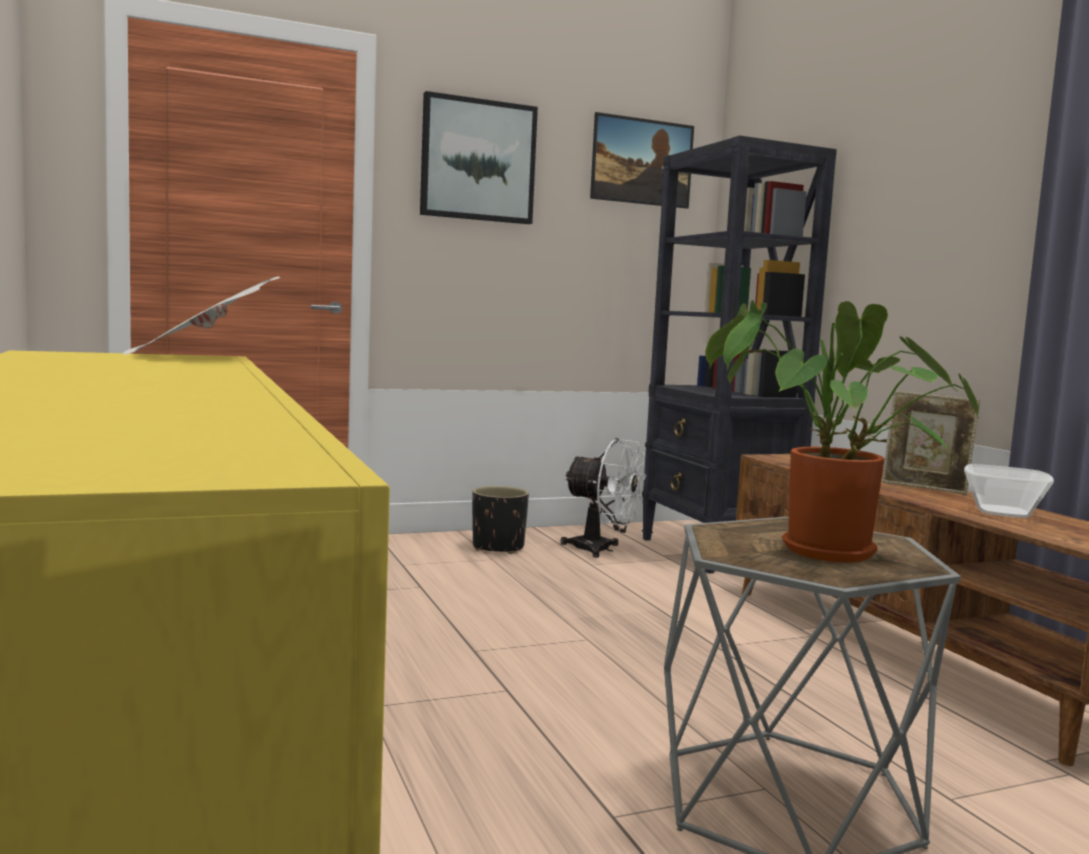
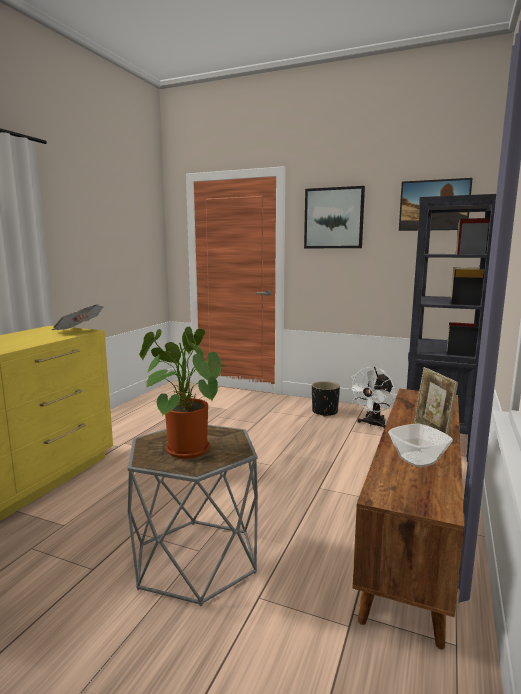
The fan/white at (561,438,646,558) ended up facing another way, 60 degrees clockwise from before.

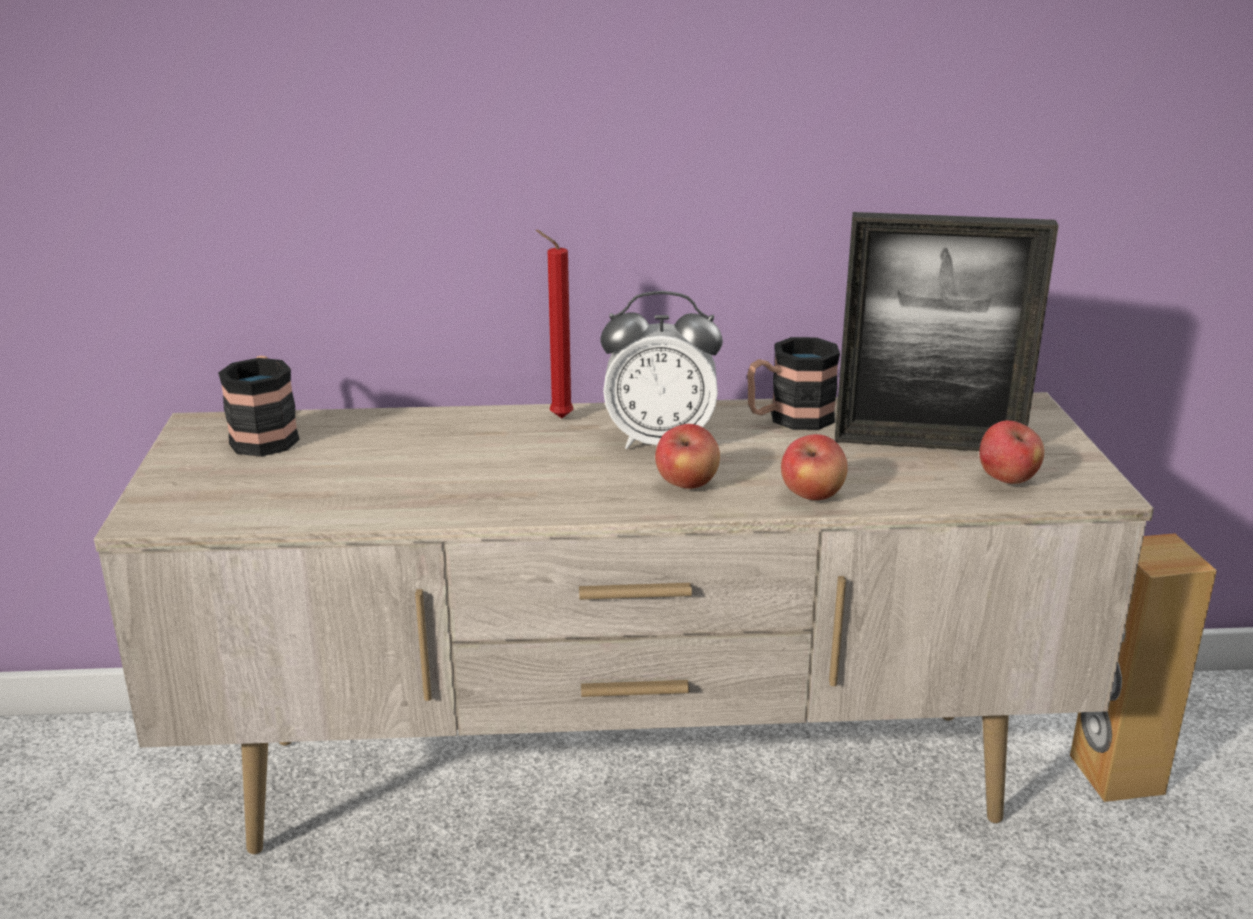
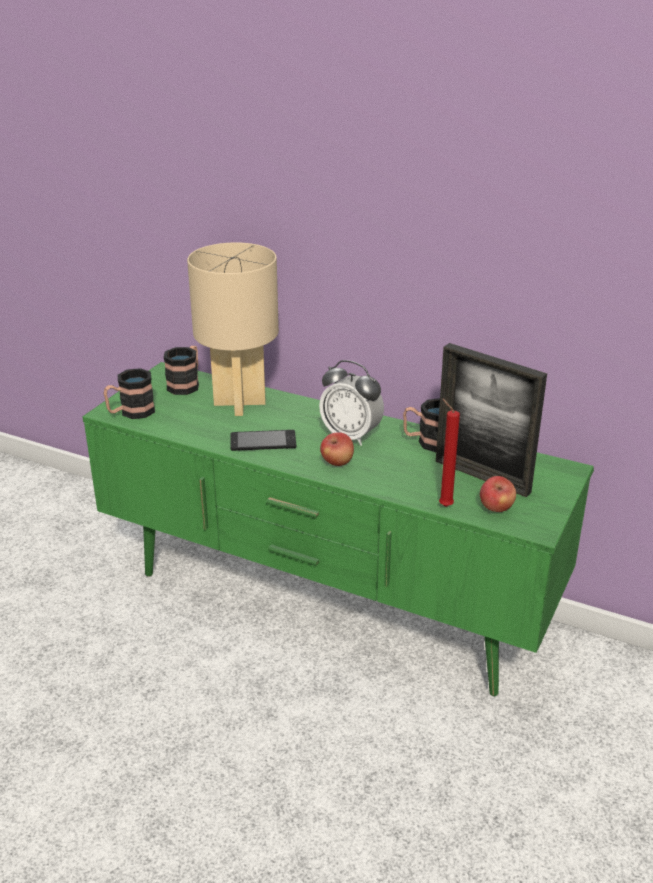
What was the tv stand/beige at (94,392,1154,854) turned into the tv stand/green at (82,362,594,696). The candle/red ended up elsewhere, having gone from (536,230,574,418) to (439,399,460,507). The second view lost the apple at (781,434,848,500). The second view lost the speaker/brown at (1070,533,1217,802). The second view gained the mug at (103,368,155,419). The second view gained the table lamp/beige at (187,242,279,416). The second view gained the phone at (230,430,296,451).

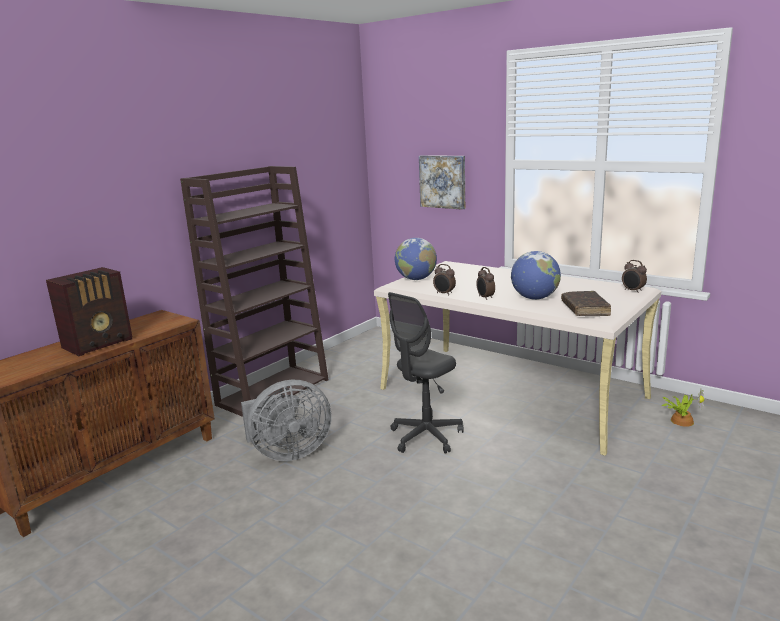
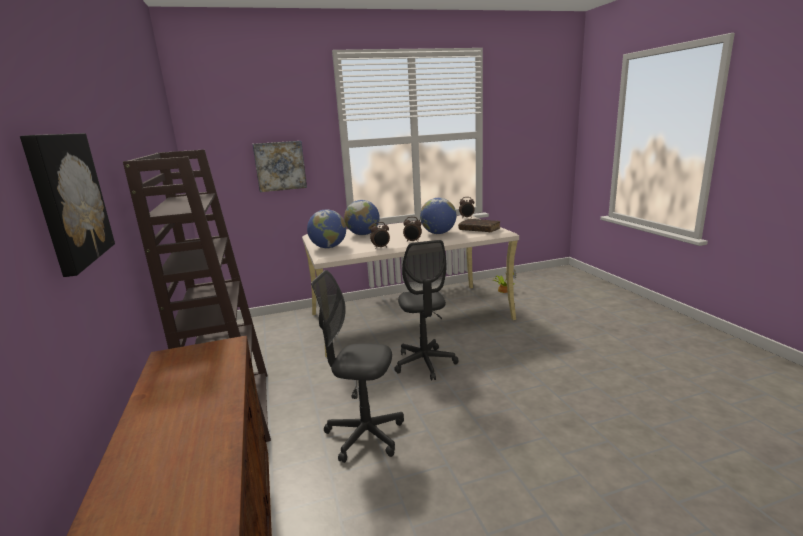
The second view lost the radio at (46,267,133,356). Where the fan/grey stood at (241,380,332,461), the office chair/grey came to stand at (311,270,404,463). The second view gained the picture at (20,133,115,277). The second view gained the globe at (344,200,380,235).

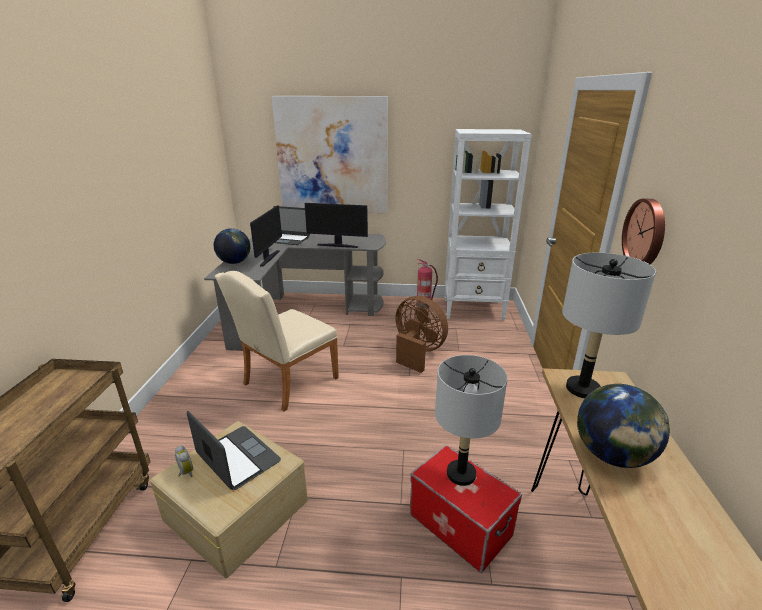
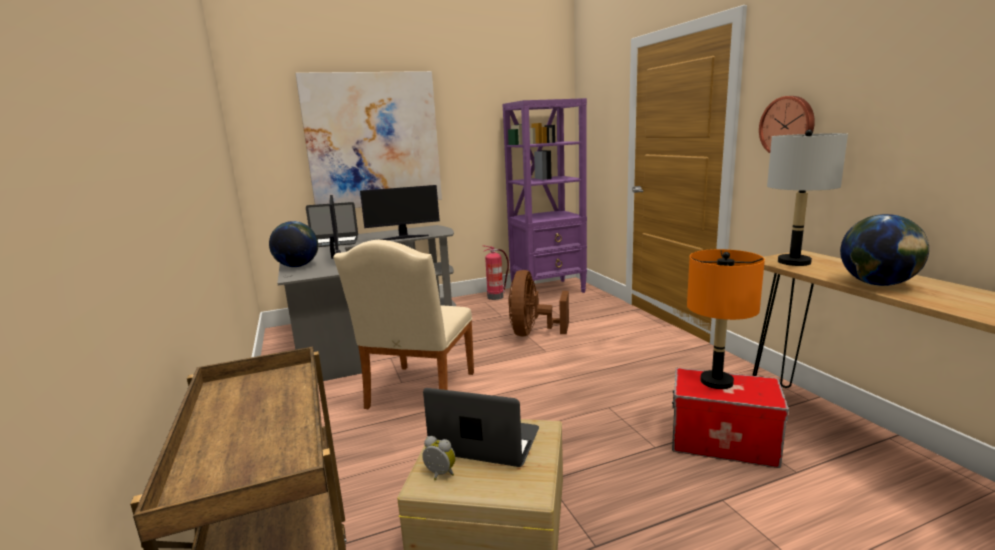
The fan/brown at (395,296,448,373) ended up facing another way, 90 degrees counterclockwise from before. What was the table lamp/grey at (435,355,508,486) turned into the table lamp/orange at (687,249,765,389). What was the bookcase/white at (445,129,532,321) turned into the bookcase/purple at (503,98,587,293).

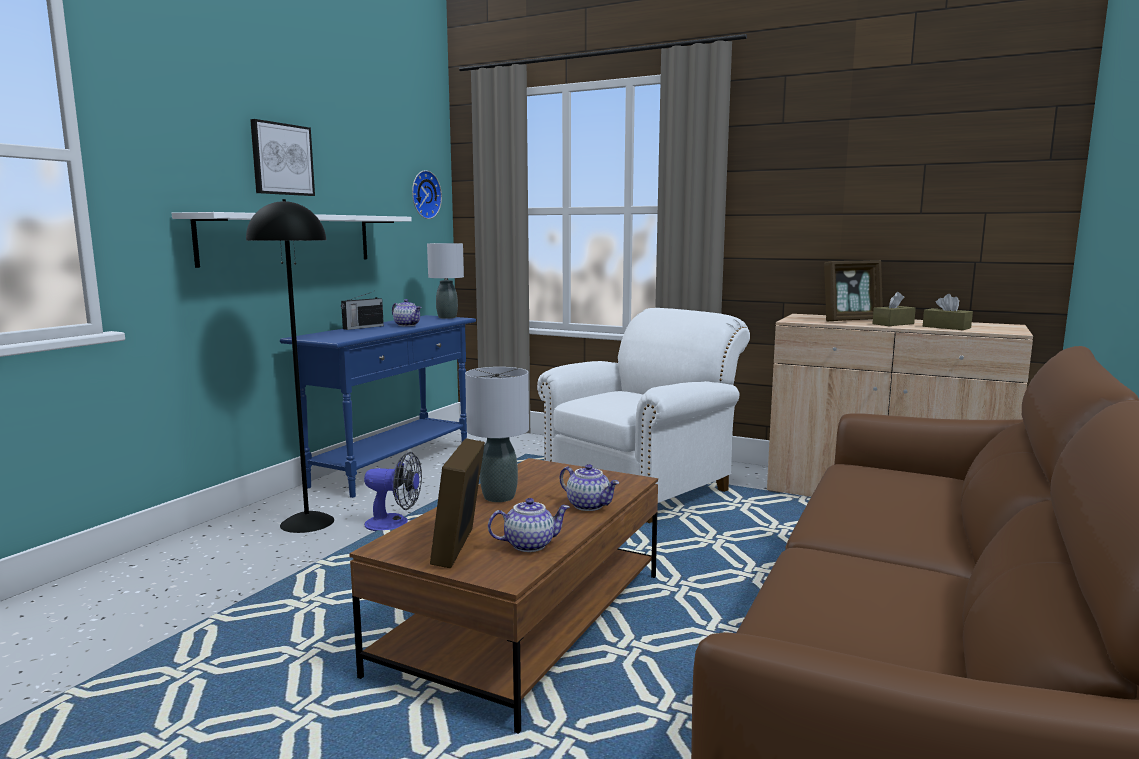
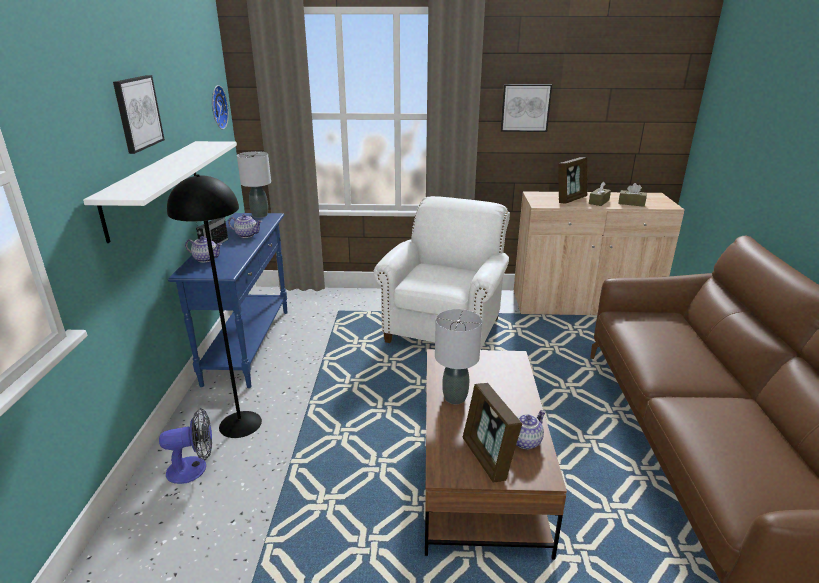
The fan ended up elsewhere, having gone from (364,452,422,531) to (159,408,212,484). The teapot ended up elsewhere, having gone from (559,464,619,511) to (185,236,222,262). The second view gained the picture at (501,84,552,132).

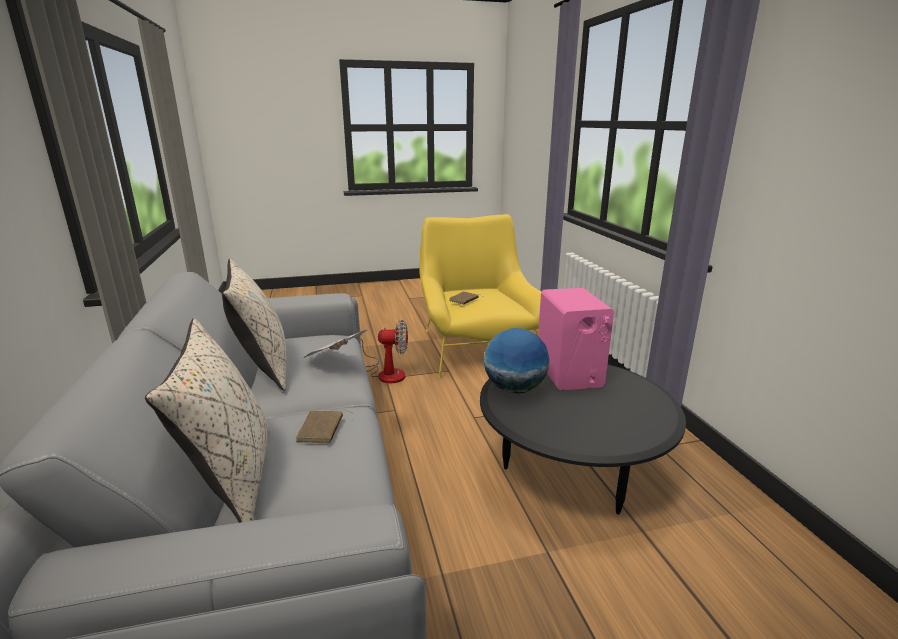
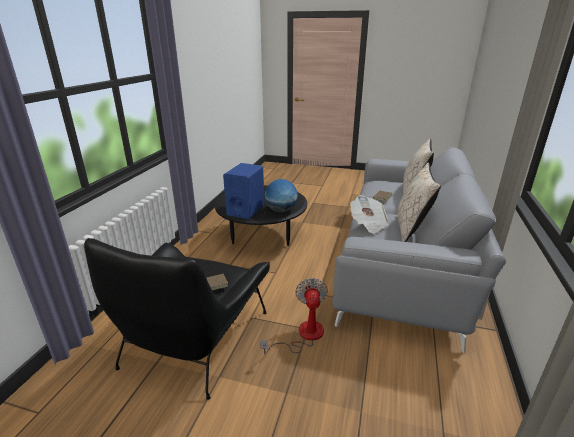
The fan at (360,320,408,383) ended up facing another way, 60 degrees clockwise from before. What was the armchair/yellow at (419,214,541,378) turned into the armchair/black at (84,238,270,400). What was the speaker/pink at (538,288,614,390) turned into the speaker/blue at (223,163,264,219).

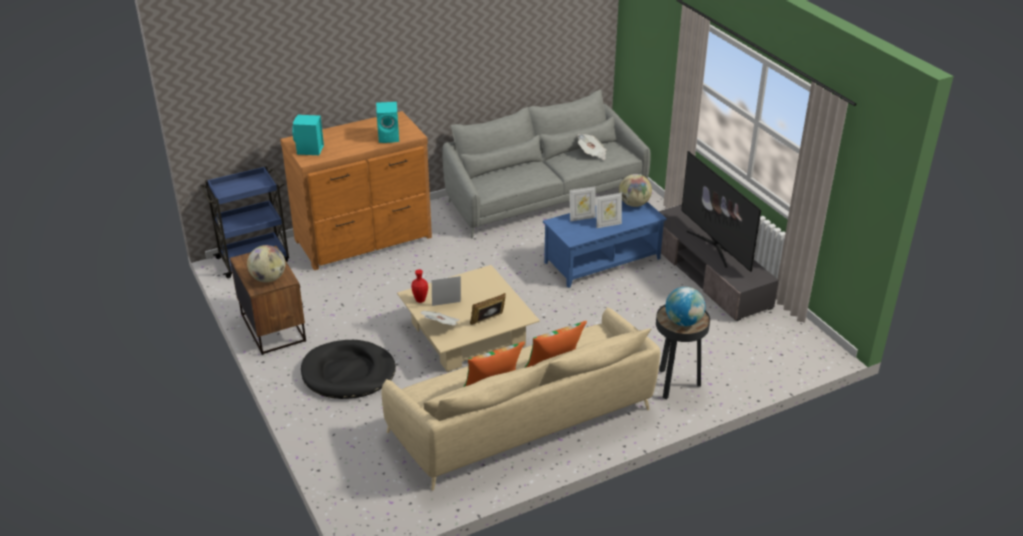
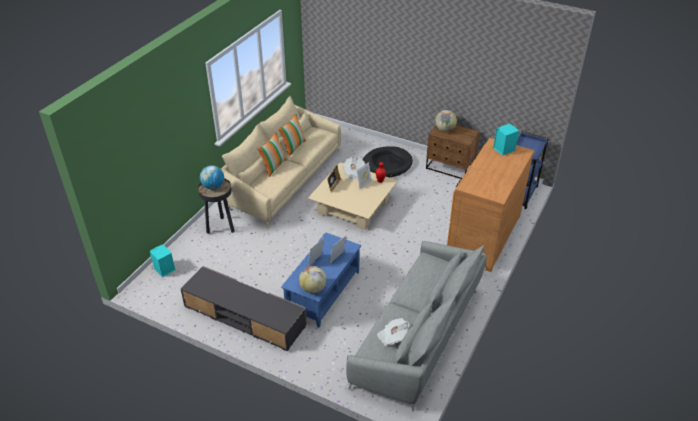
The speaker/turquoise ended up elsewhere, having gone from (376,102,399,143) to (150,245,175,277). The second view lost the television at (682,151,761,272).

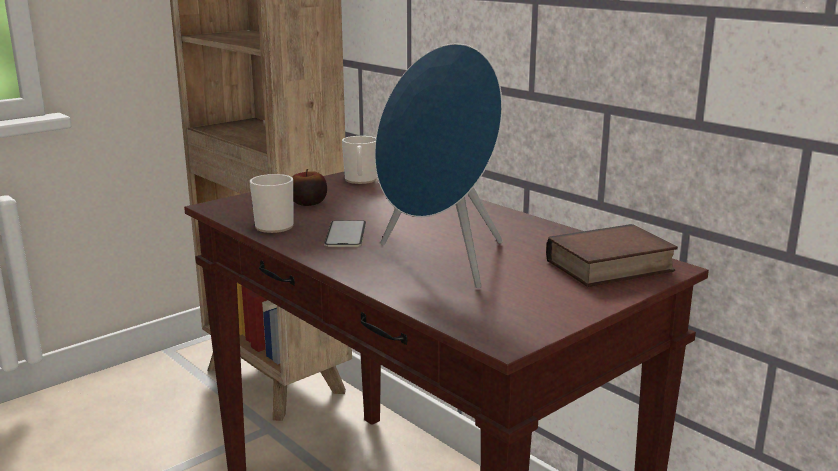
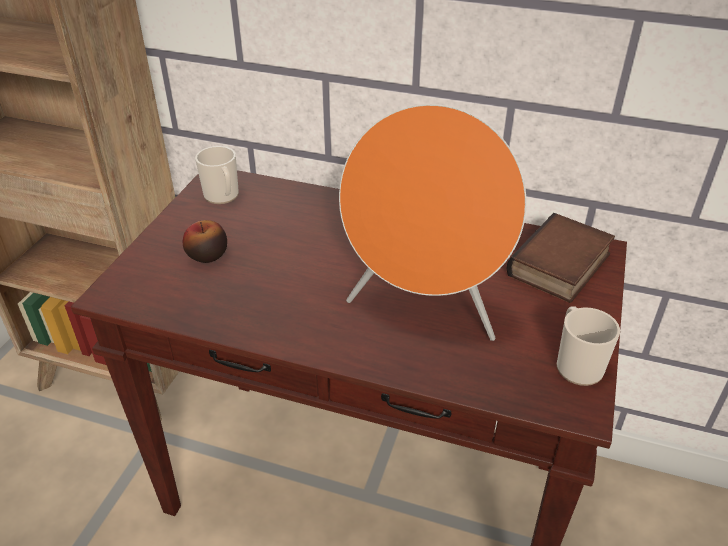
The mug ended up elsewhere, having gone from (250,174,293,233) to (556,306,620,386). The second view lost the phone at (324,220,366,247). What was the speaker/blue at (375,43,503,288) turned into the speaker/orange at (339,104,527,341).

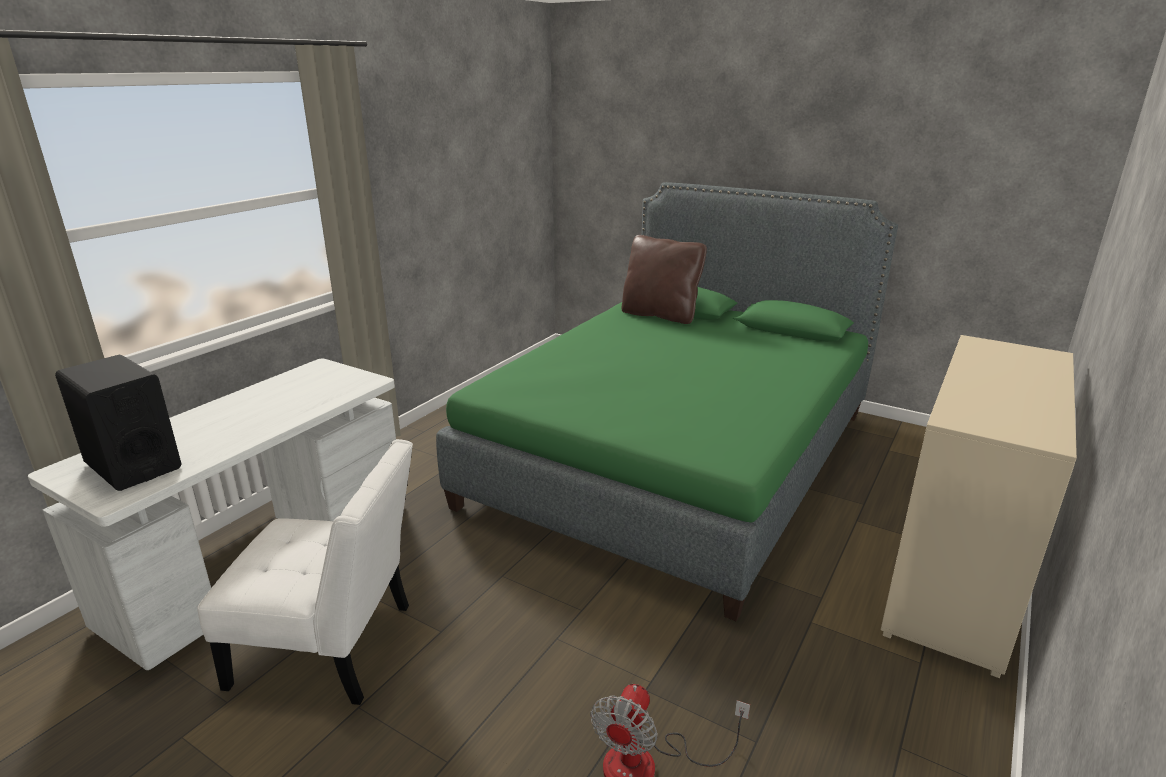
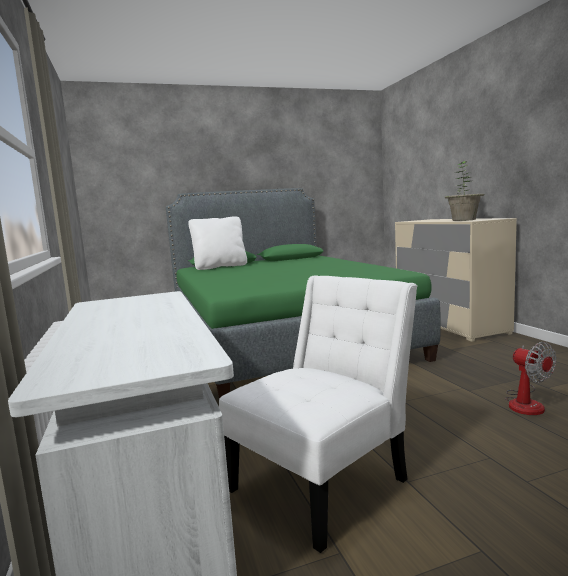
The second view lost the speaker/black at (55,355,181,491). What was the pillow/brown at (621,235,707,324) turned into the pillow/white at (188,216,247,270). The second view gained the potted plant at (444,161,484,221).

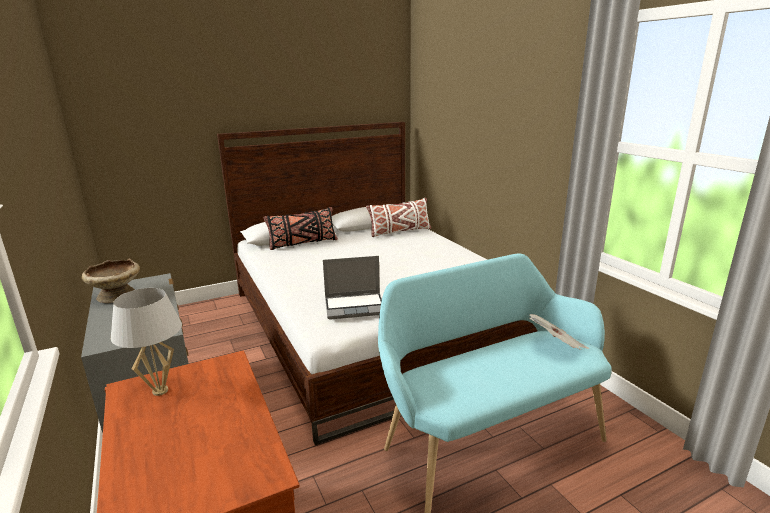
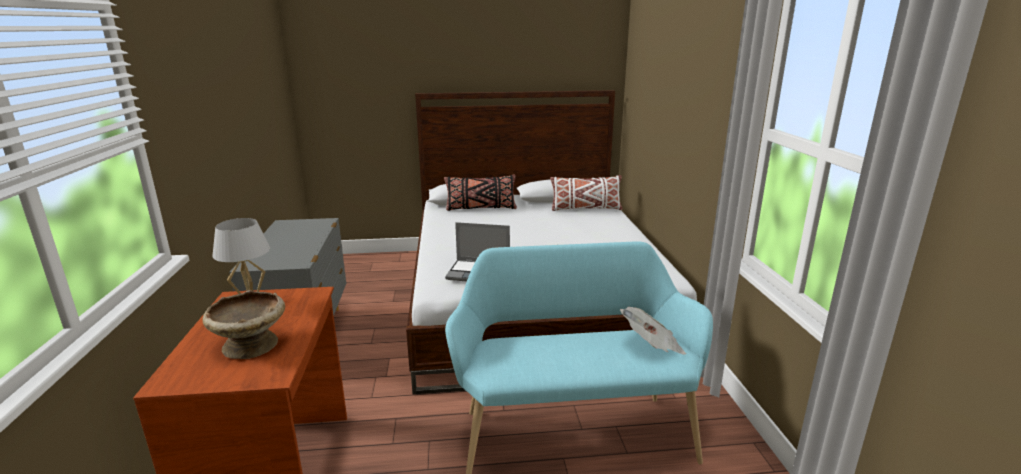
The bowl/beige ended up elsewhere, having gone from (82,259,140,303) to (203,290,285,359).

